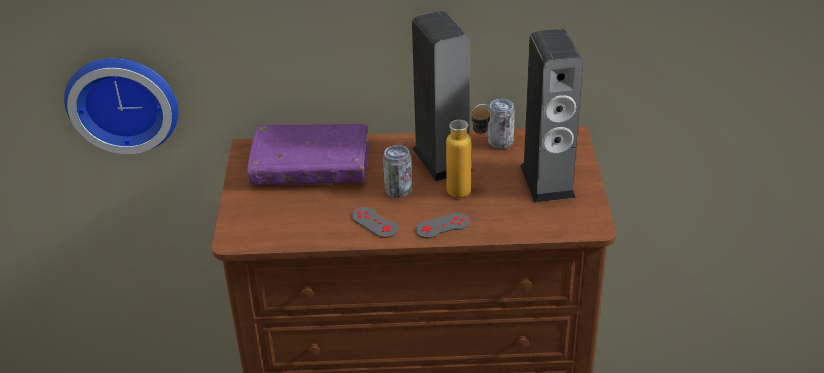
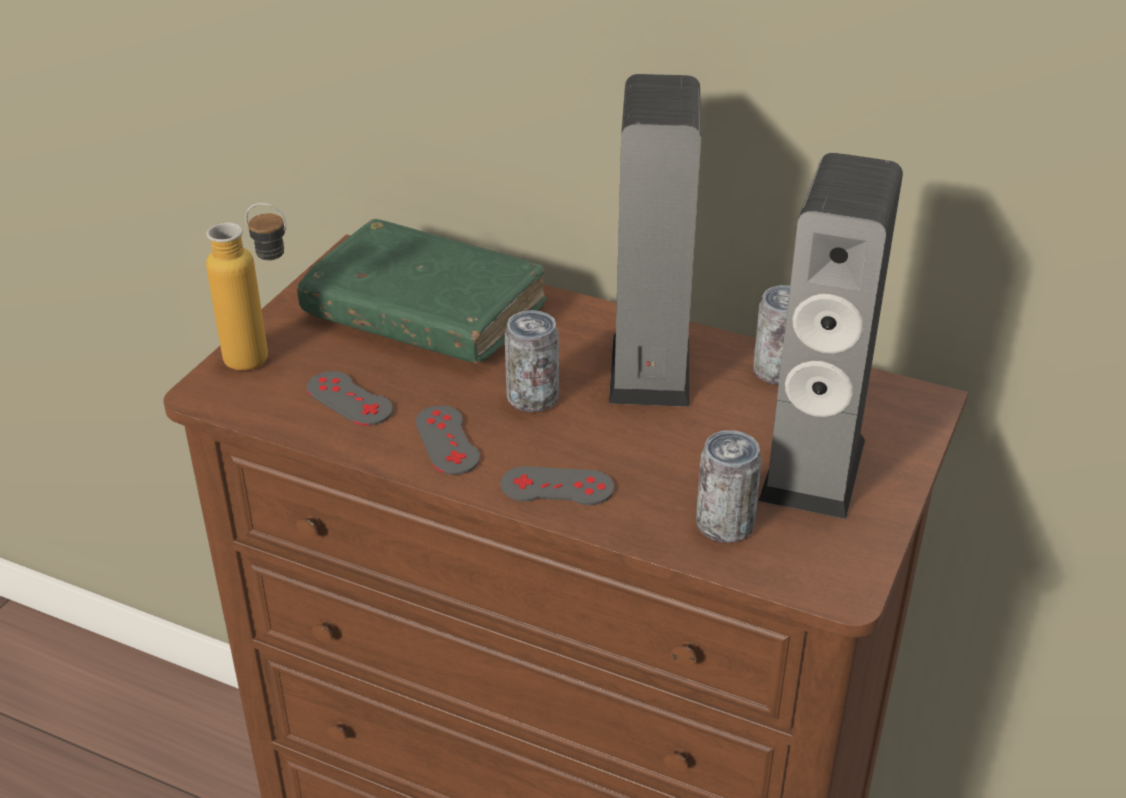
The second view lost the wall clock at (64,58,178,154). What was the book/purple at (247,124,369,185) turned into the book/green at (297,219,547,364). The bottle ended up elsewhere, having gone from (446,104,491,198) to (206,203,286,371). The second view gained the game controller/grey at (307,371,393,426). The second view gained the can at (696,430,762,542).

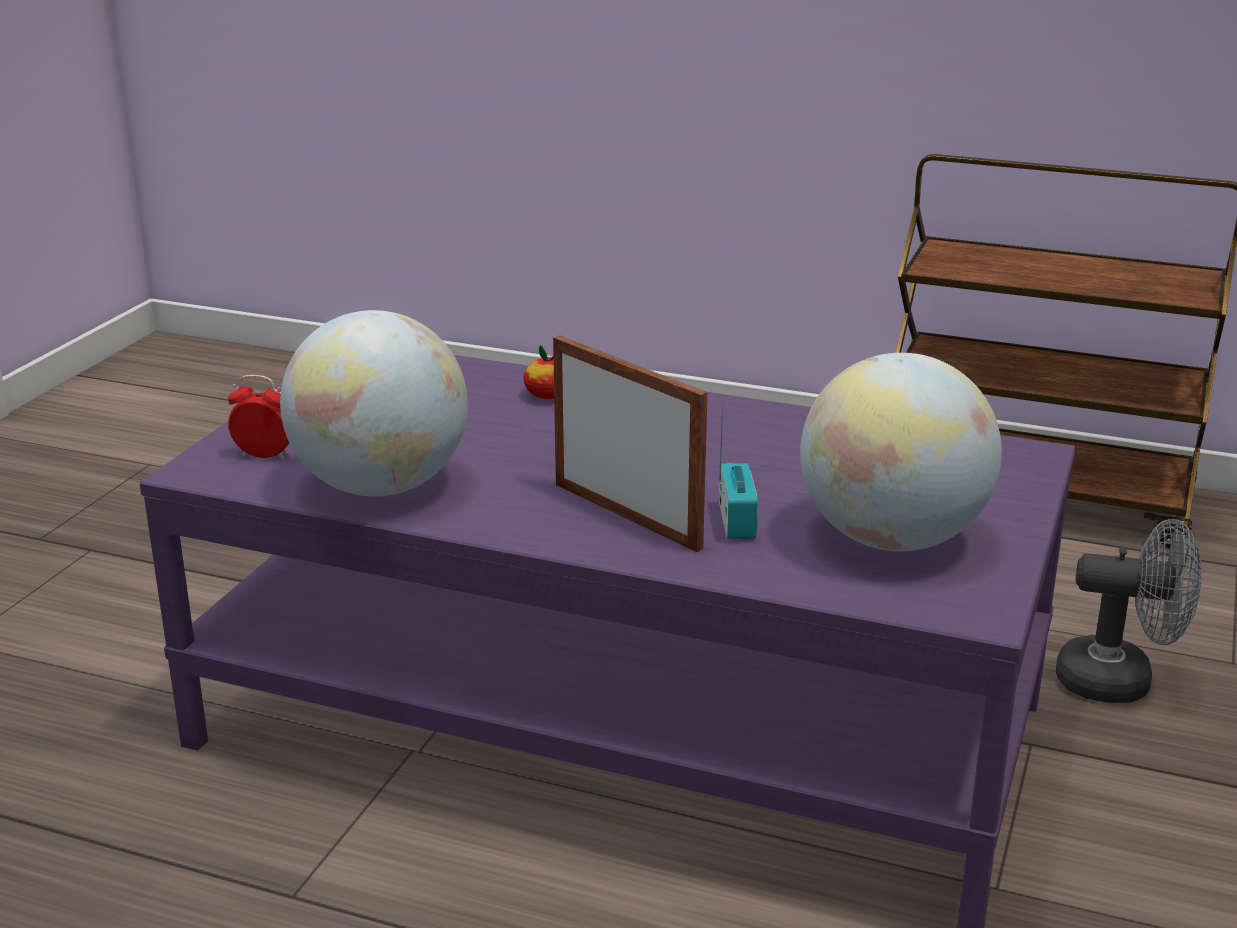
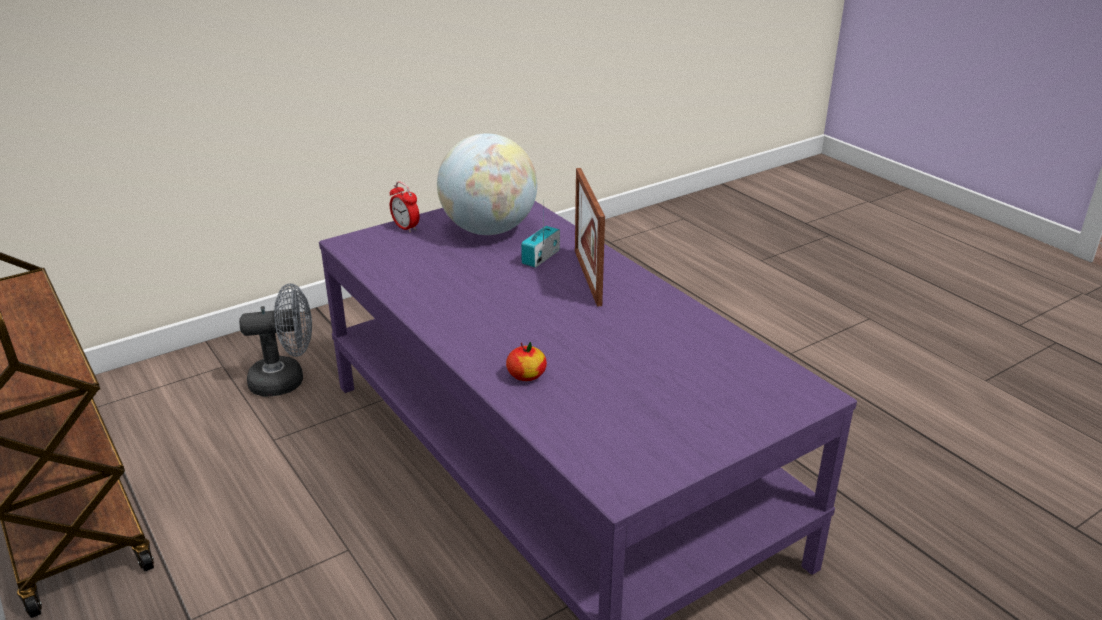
The alarm clock ended up elsewhere, having gone from (228,375,290,460) to (390,182,420,233). The second view lost the globe at (280,310,468,496). The fan/grey at (1056,519,1202,703) ended up facing another way, 120 degrees clockwise from before.

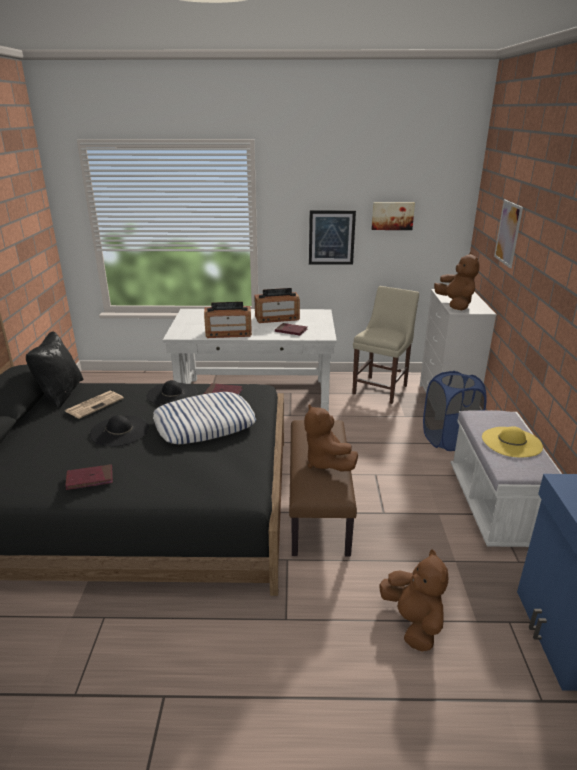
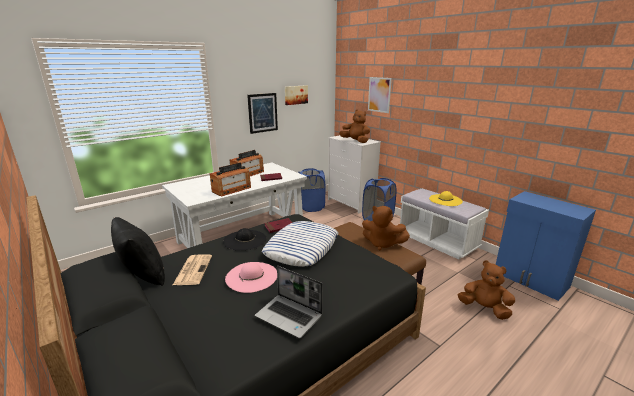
Where the book/red stood at (65,464,113,490), the laptop came to stand at (255,266,323,338). What was the hat/black at (90,415,149,447) turned into the hat/pink at (225,262,277,293). Where the chair/beige stood at (352,286,419,404), the laundry basket/blue came to stand at (298,168,325,212).

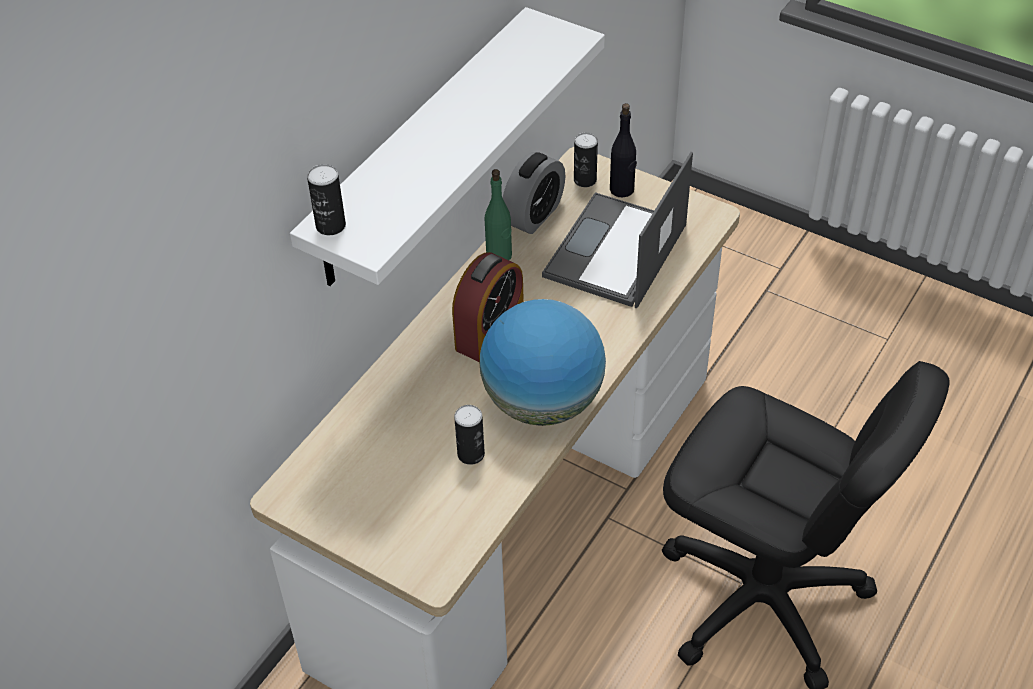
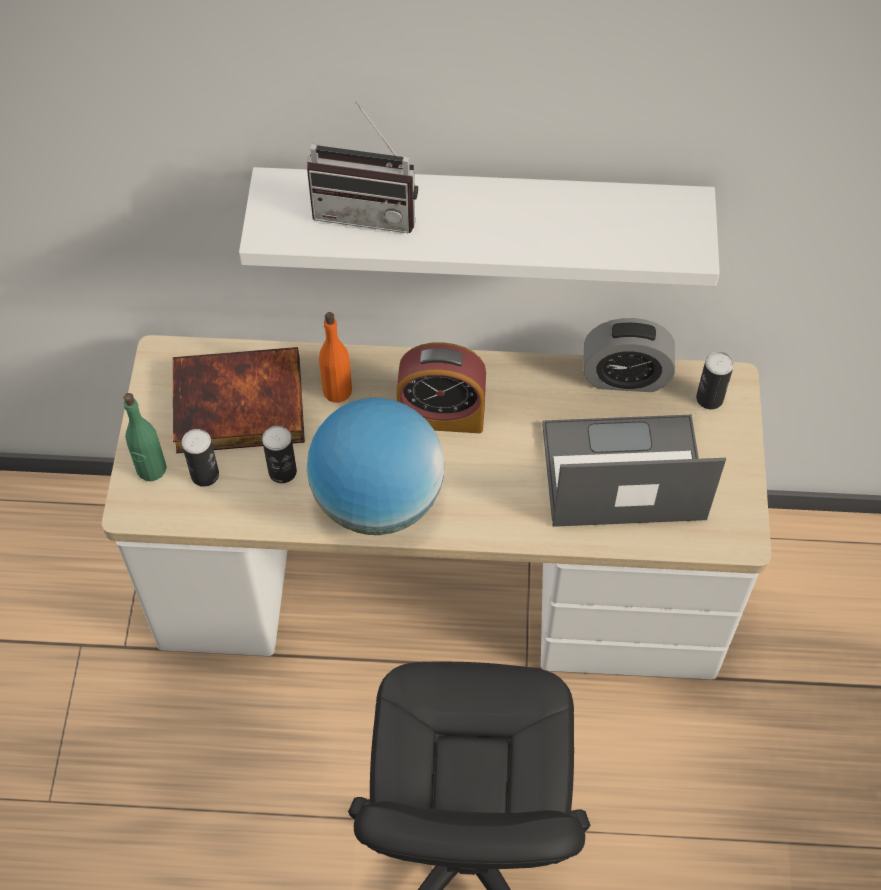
The can ended up elsewhere, having gone from (307,164,346,235) to (182,429,219,487). The bottle/green ended up elsewhere, having gone from (485,169,512,260) to (124,393,167,481). The second view lost the bottle/black at (610,103,637,197). The second view gained the book at (173,347,305,453). The second view gained the radio at (307,101,418,233). The second view gained the bottle/orange at (319,312,352,403).

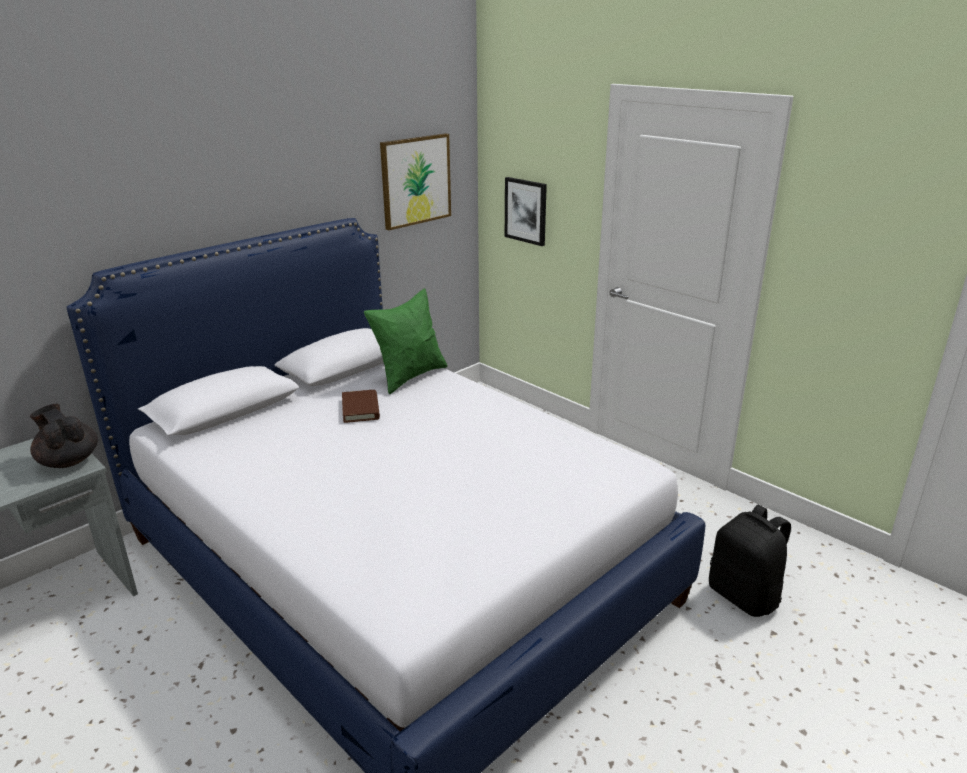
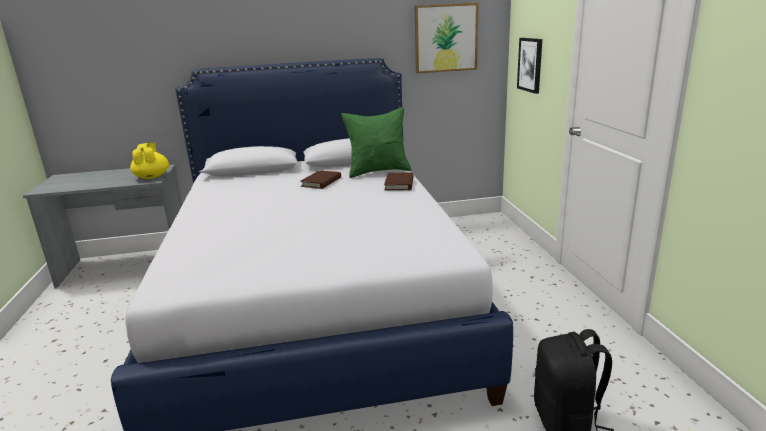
What was the teapot/black at (30,404,98,468) turned into the teapot/yellow at (130,143,169,179). The second view gained the book/brown at (384,173,414,191).

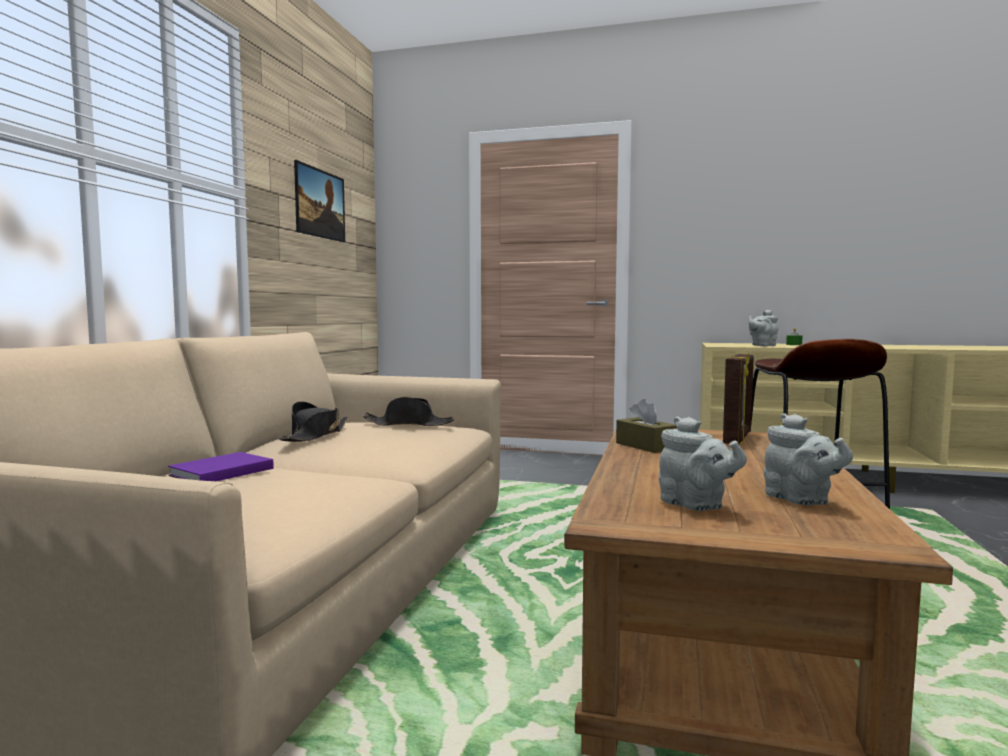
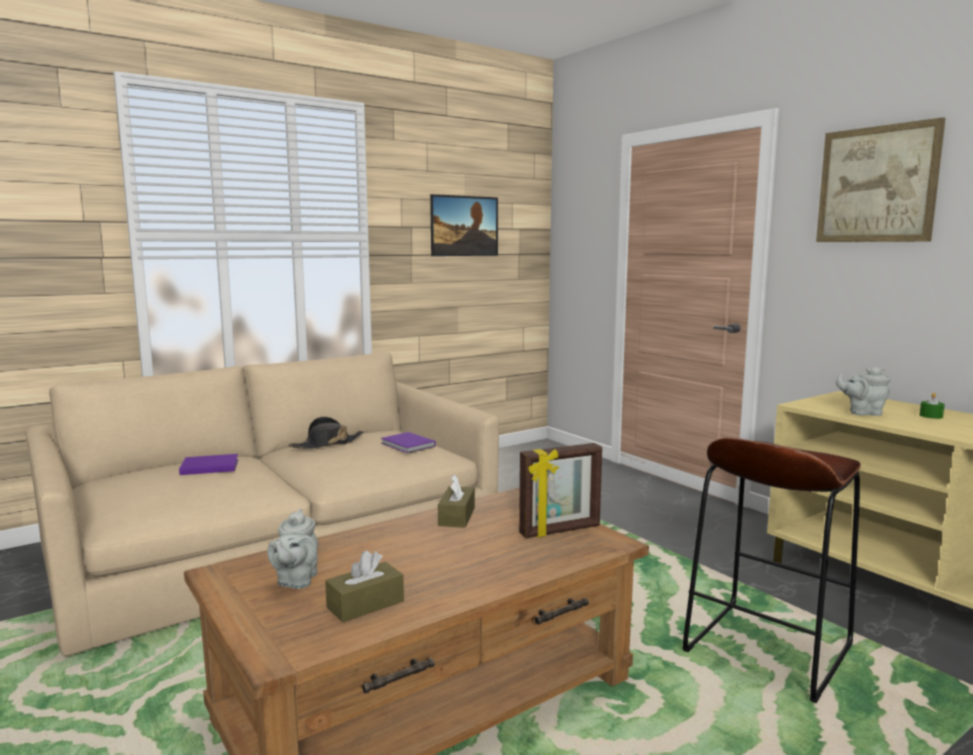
Where the hat/black stood at (363,397,454,426), the book/purple came to stand at (381,432,436,453). Where the teapot/grey stood at (764,413,853,505), the tissue box/brown came to stand at (325,551,404,623). The second view gained the picture at (816,117,946,242).

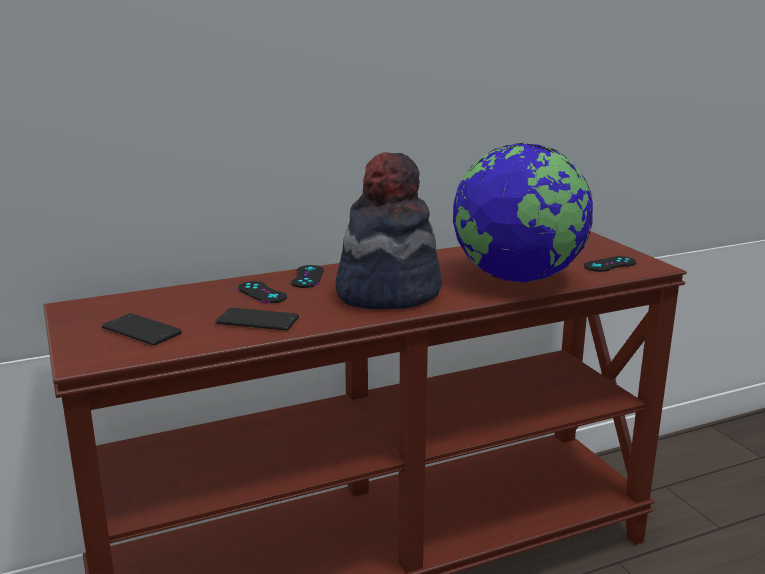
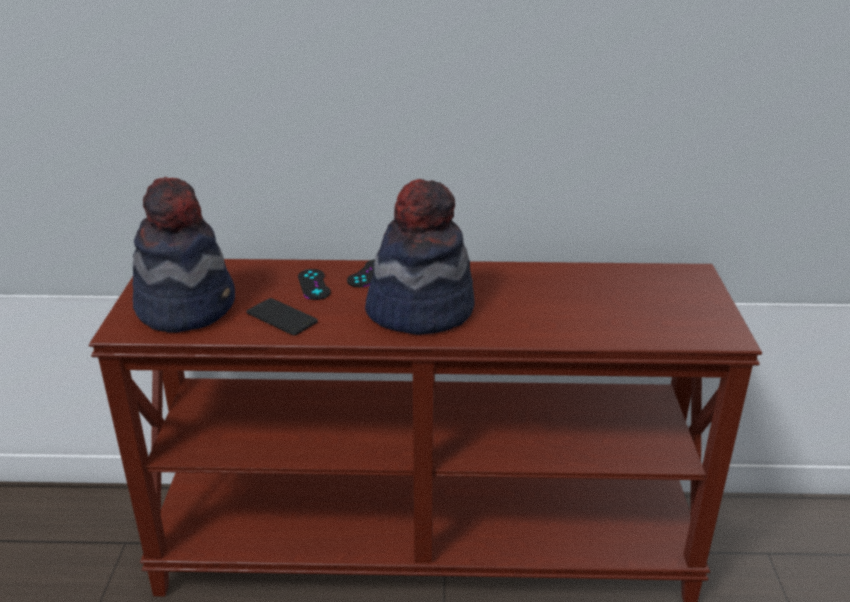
Where the phone stood at (102,313,182,345), the hat came to stand at (133,177,235,333). The second view lost the globe at (453,143,593,283). The second view lost the game controller/black at (584,256,636,272).

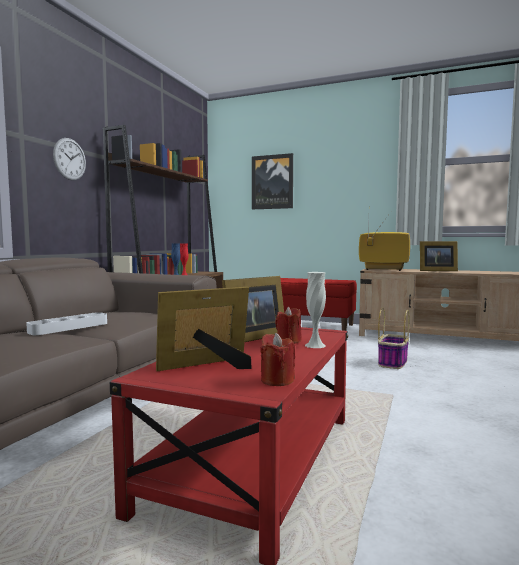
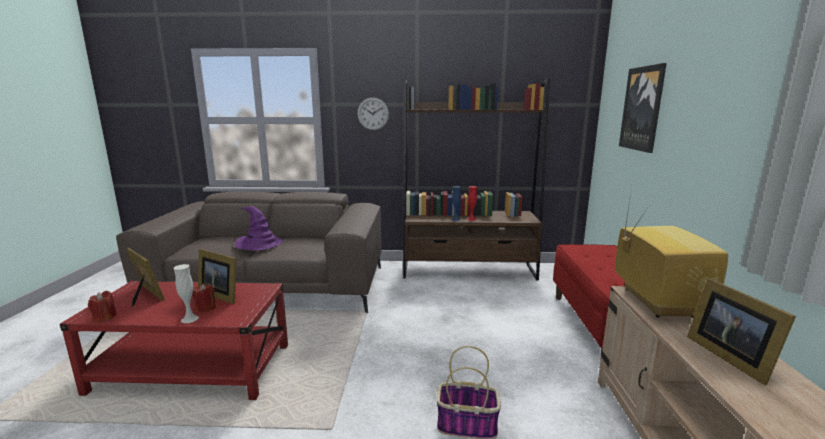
Where the tray/white stood at (26,312,107,335), the hat/purple came to stand at (235,206,283,251).

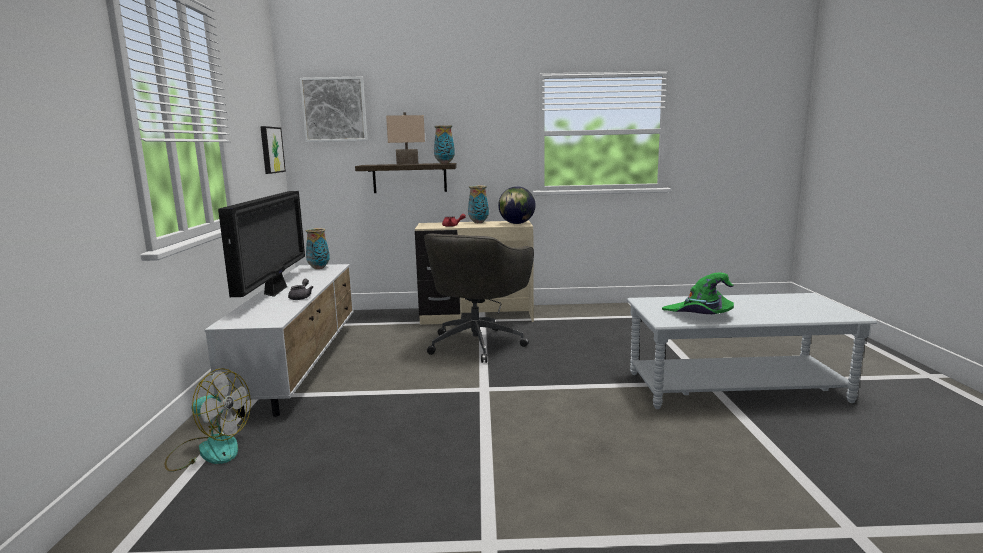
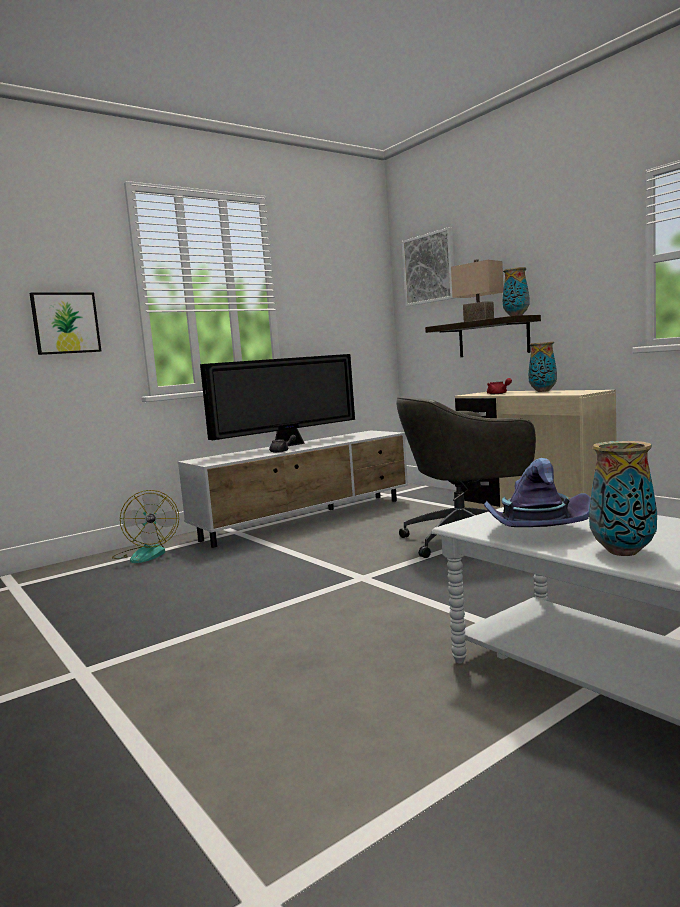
The picture ended up elsewhere, having gone from (260,126,286,174) to (30,292,101,355). The vase ended up elsewhere, having gone from (305,228,330,269) to (589,441,657,556). The second view lost the globe at (498,186,535,224). What was the hat/green at (662,273,734,314) turned into the hat/purple at (484,458,591,527).

